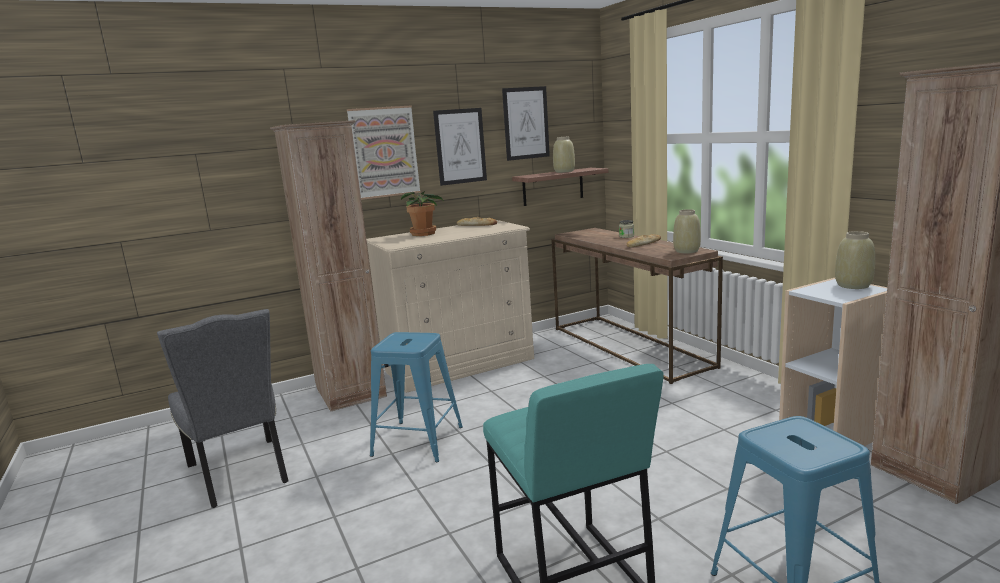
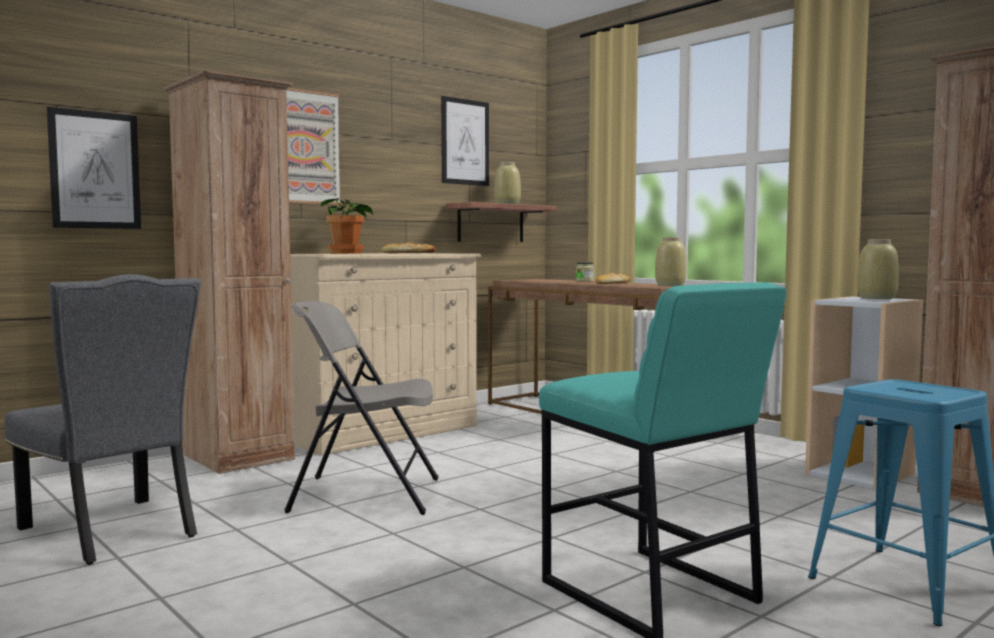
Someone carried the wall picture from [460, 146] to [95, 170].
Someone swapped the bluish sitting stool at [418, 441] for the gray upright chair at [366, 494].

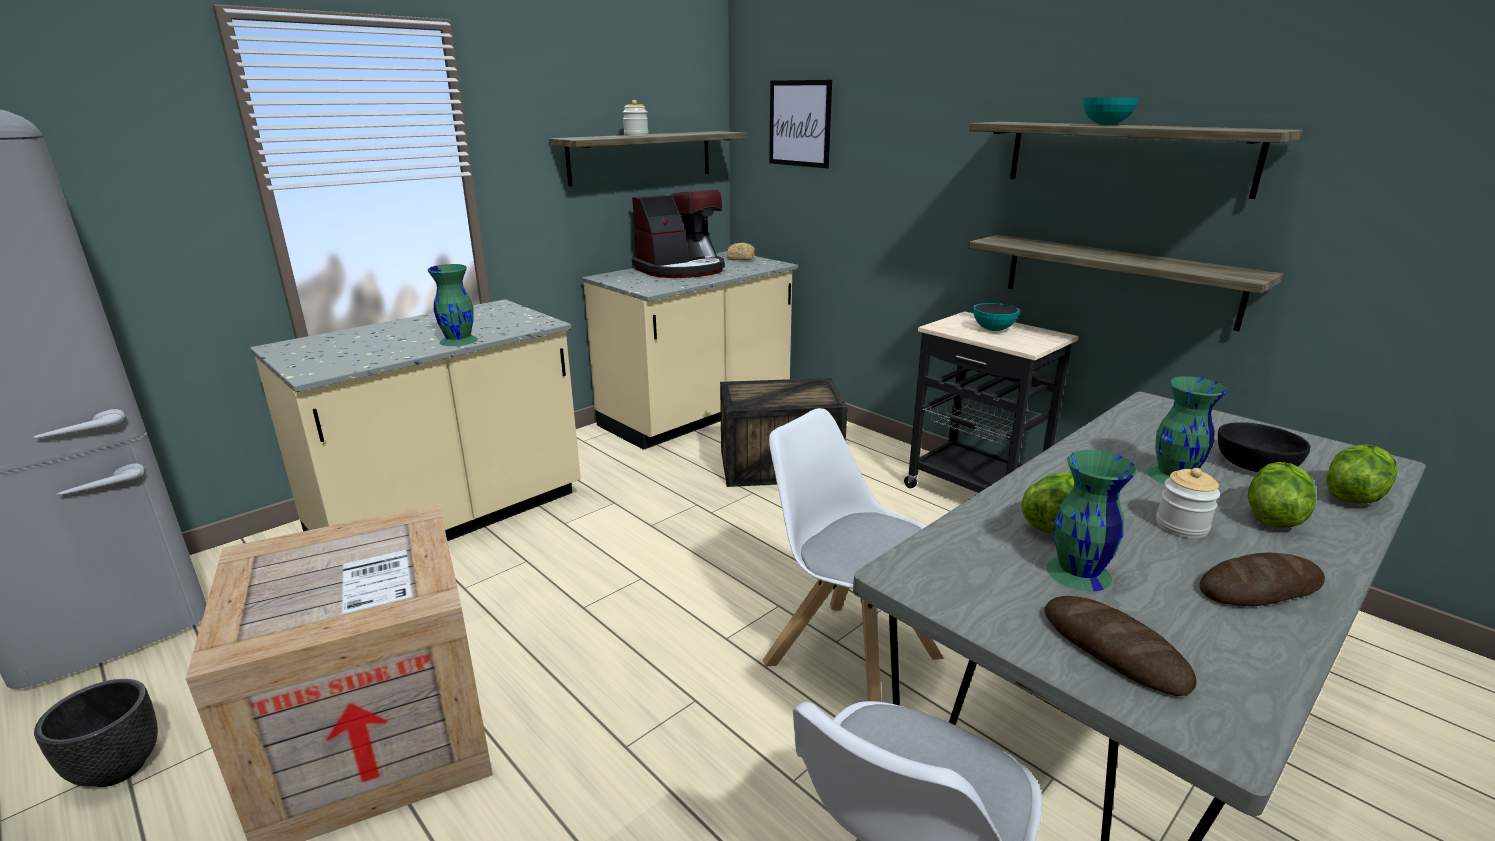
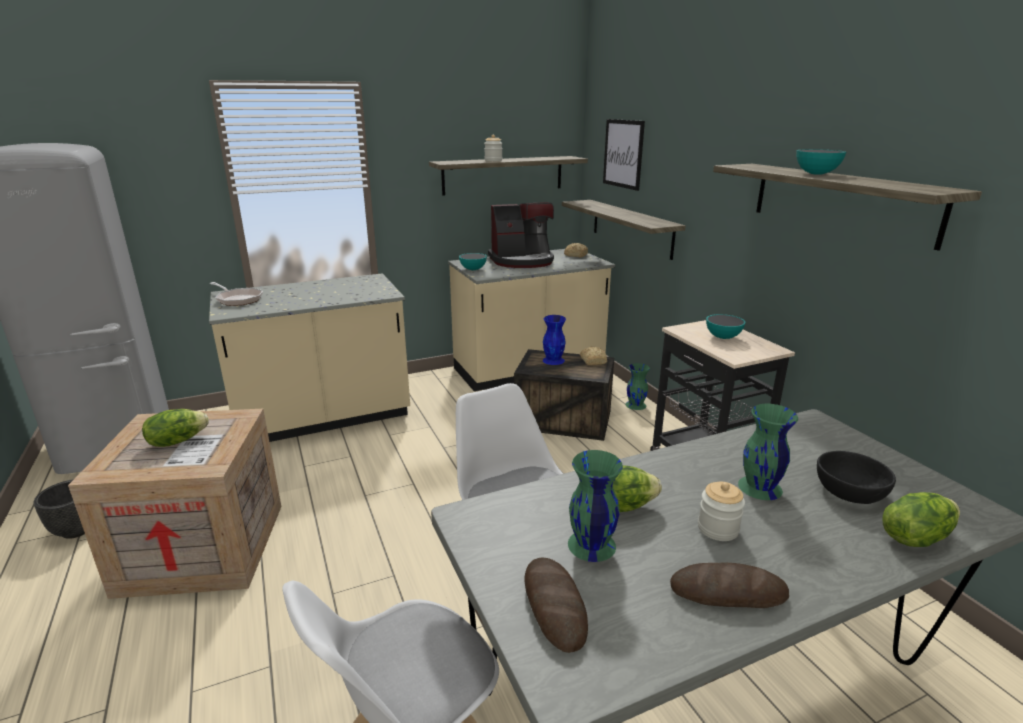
Someone carried the lettuce from [1271, 516] to [177, 441].
Someone put down the frying pan at [238, 299].
Someone put down the bowl at [473, 269].
Someone put down the bluish flower vase at [554, 360].
Someone carried the wall shelf from [1118, 279] to [631, 228].
Someone put down the bread at [593, 361].
Someone carried the green-coloured flower vase from [459, 340] to [636, 405].

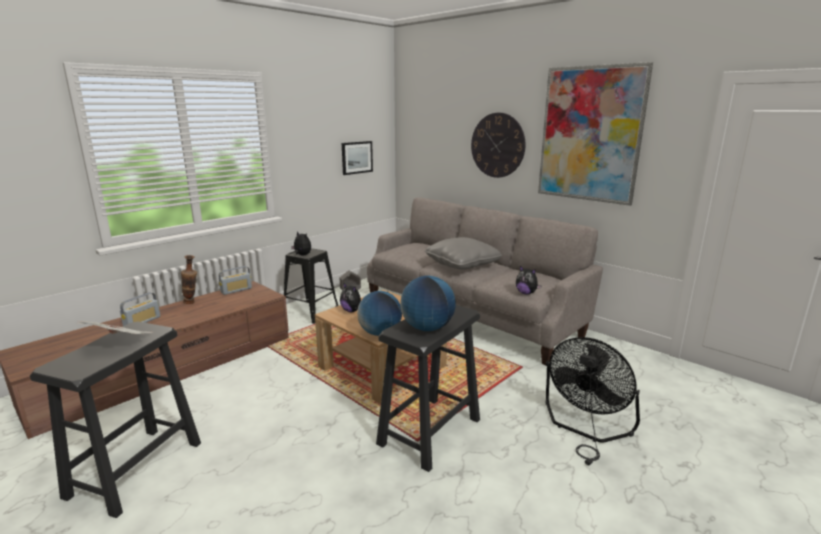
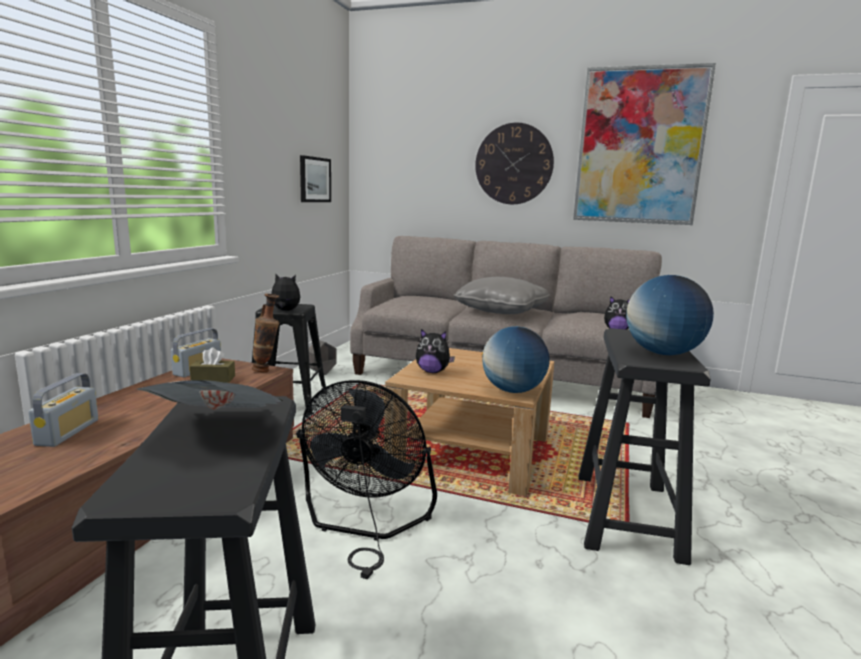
Someone put down the brownish box of tissues at [213, 379].
Someone carried the flower vase from [192, 303] to [266, 371].
Someone carried the black-coloured electric fan from [584, 428] to [362, 524].

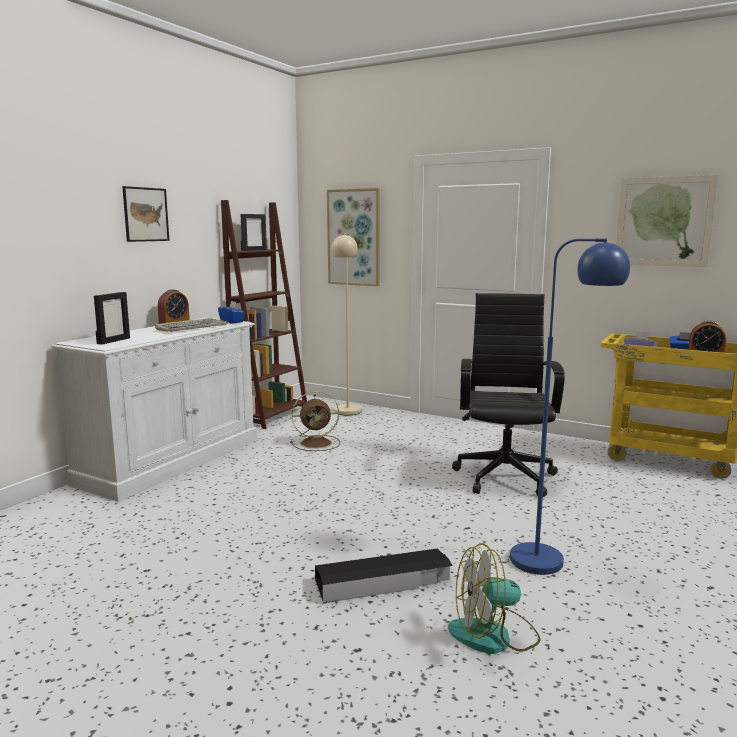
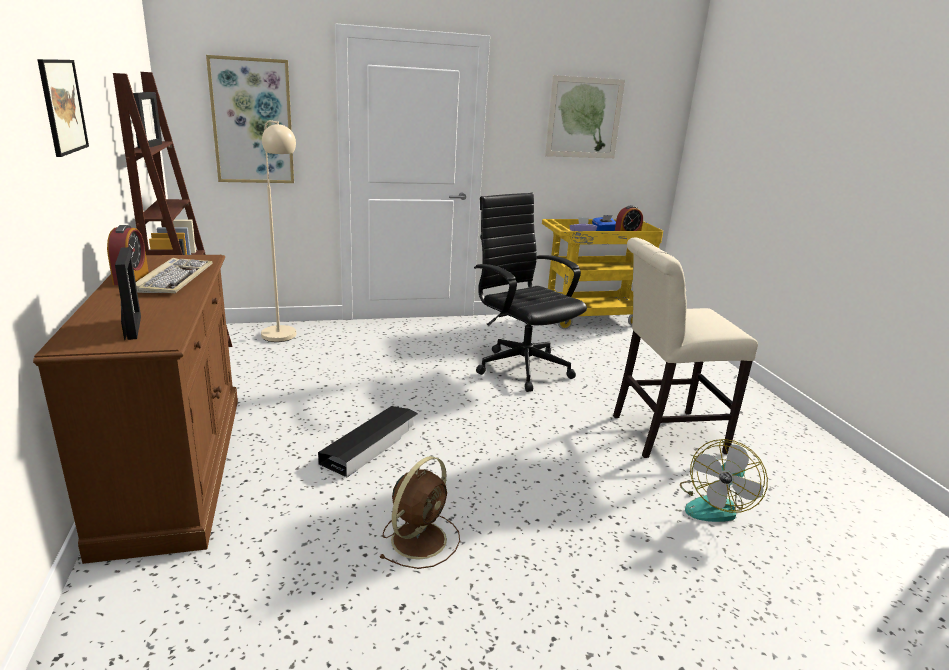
Someone repainted the white-coloured cabinet at [173, 460], which became the brownish cabinet at [177, 465].
Someone carried the black-coloured storage container from [383, 582] to [371, 445].
Someone carried the brownish electric fan from [317, 443] to [420, 538].
Someone swapped the bluish standing lamp at [552, 566] for the beige-coloured sitting stool at [661, 434].
Someone took away the bluish box of tissues at [232, 322].

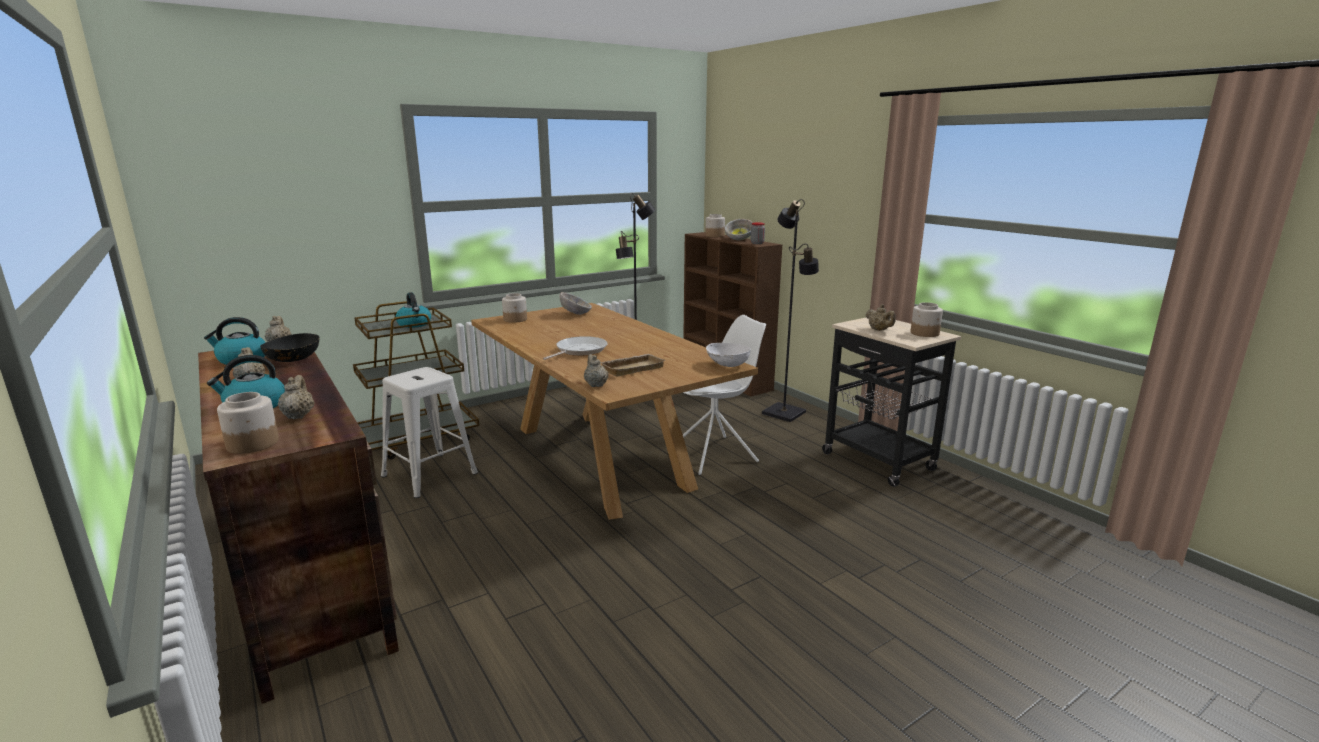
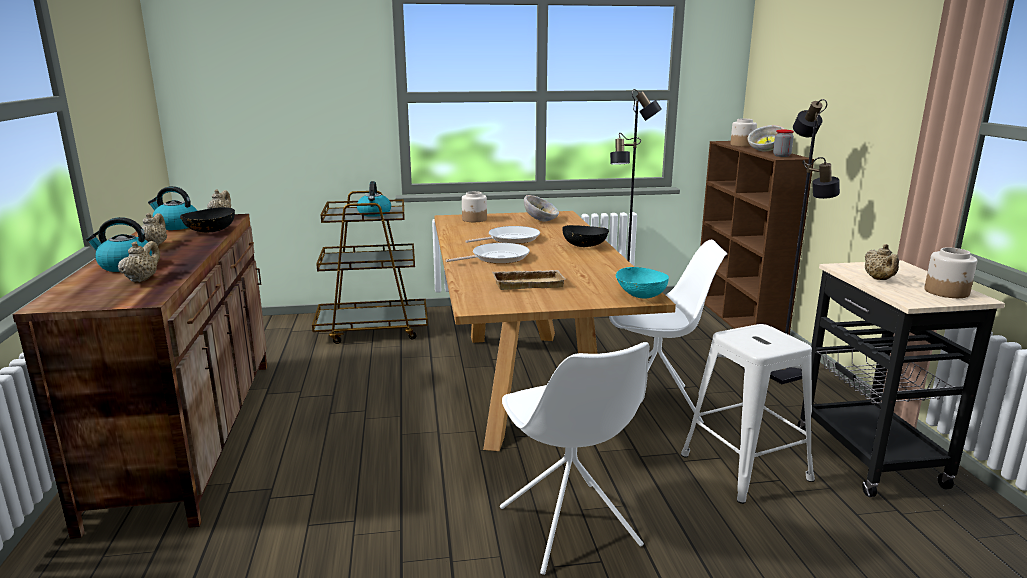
Someone put down the frying pan at [510, 239].
Someone put down the white-coloured upright chair at [569, 528].
Someone put down the black-coloured bowl at [584, 246].
Someone repainted the white-coloured bowl at [726, 365], which became the turquoise bowl at [640, 296].
Someone carried the white-coloured sitting stool from [430, 475] to [745, 467].
Someone took away the preserve jar at [252, 444].
Someone took away the beige-coloured teapot at [595, 384].

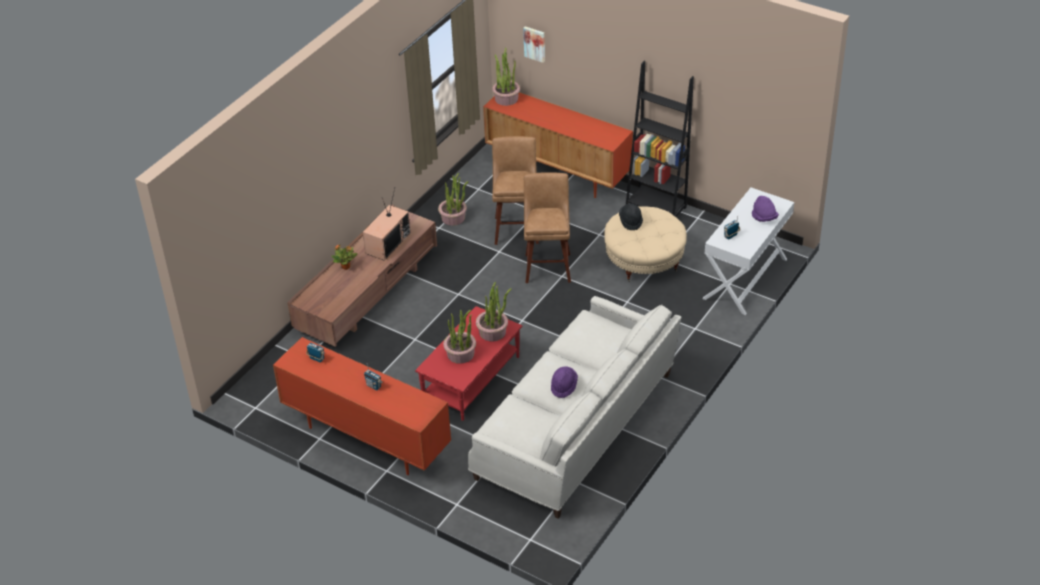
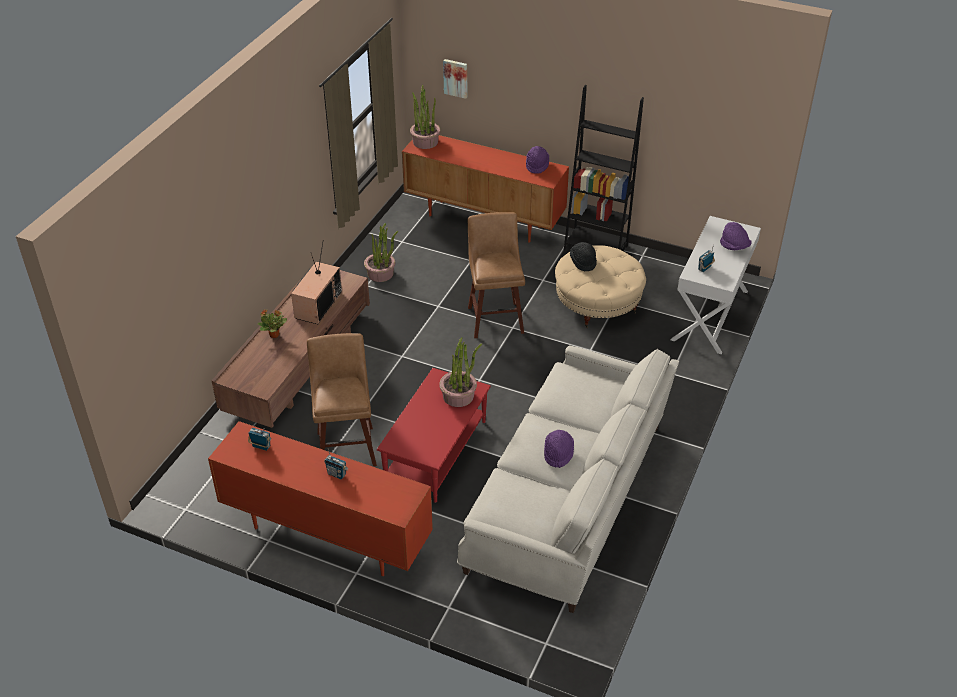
Someone carried the brownish sitting stool from [517, 228] to [346, 446].
Someone put down the purplish hat at [537, 165].
Someone took away the plant in a pot at [460, 354].

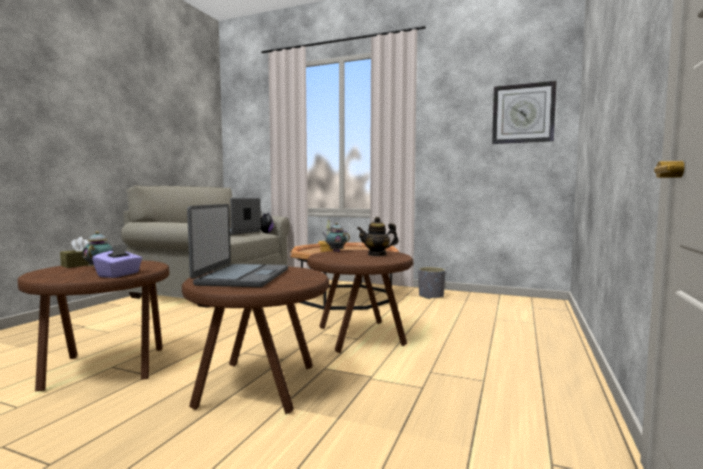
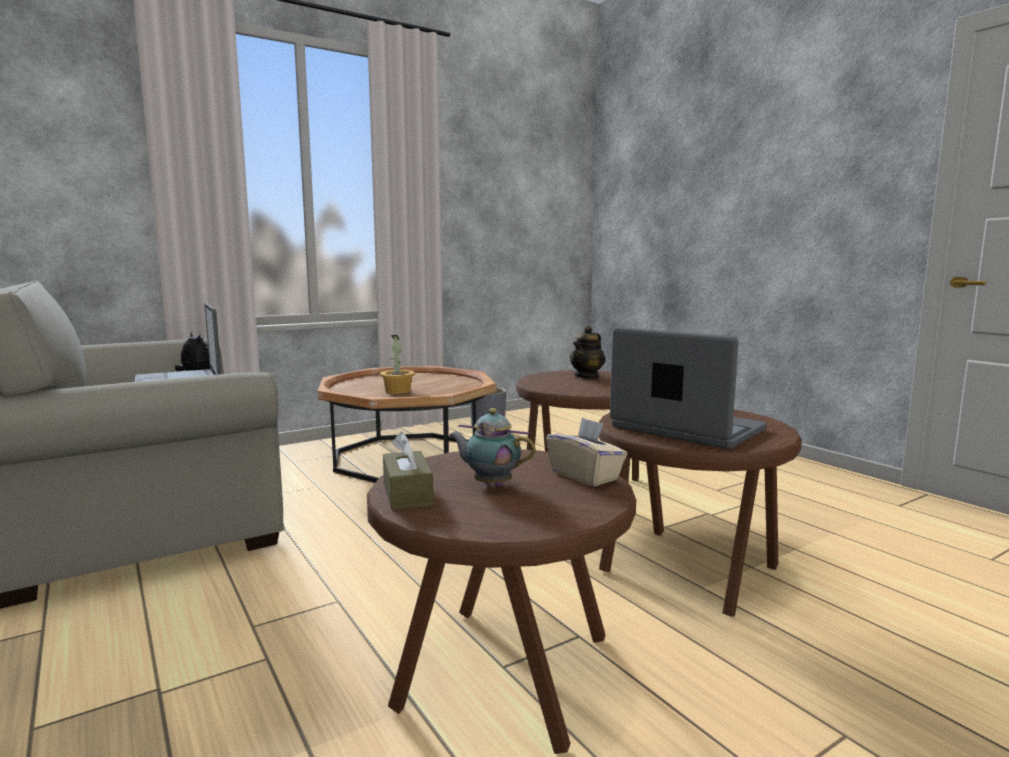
Someone repainted the purplish box of tissues at [119, 275], which became the beige-coloured box of tissues at [585, 476].
Someone took away the teapot at [335, 251].
Someone took away the hanging clock at [523, 113].

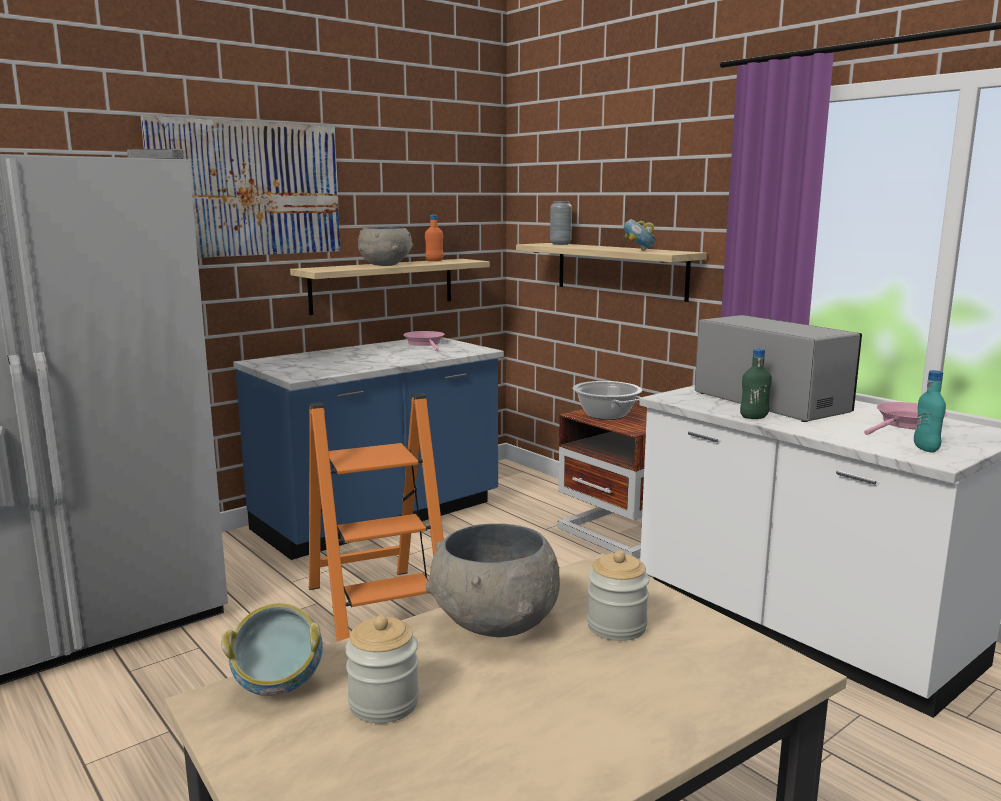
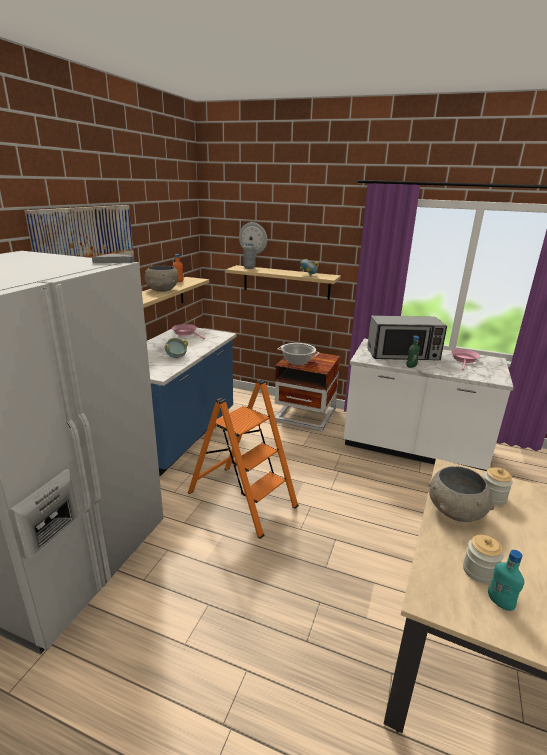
Someone carried the bowl from [277, 687] to [176, 357].
Someone put up the hanging clock at [253, 238].
Someone rotated the kitchen microwave at [770, 402] by 150 degrees clockwise.
Someone carried the turquoise drink bottle from [926, 449] to [500, 602].

